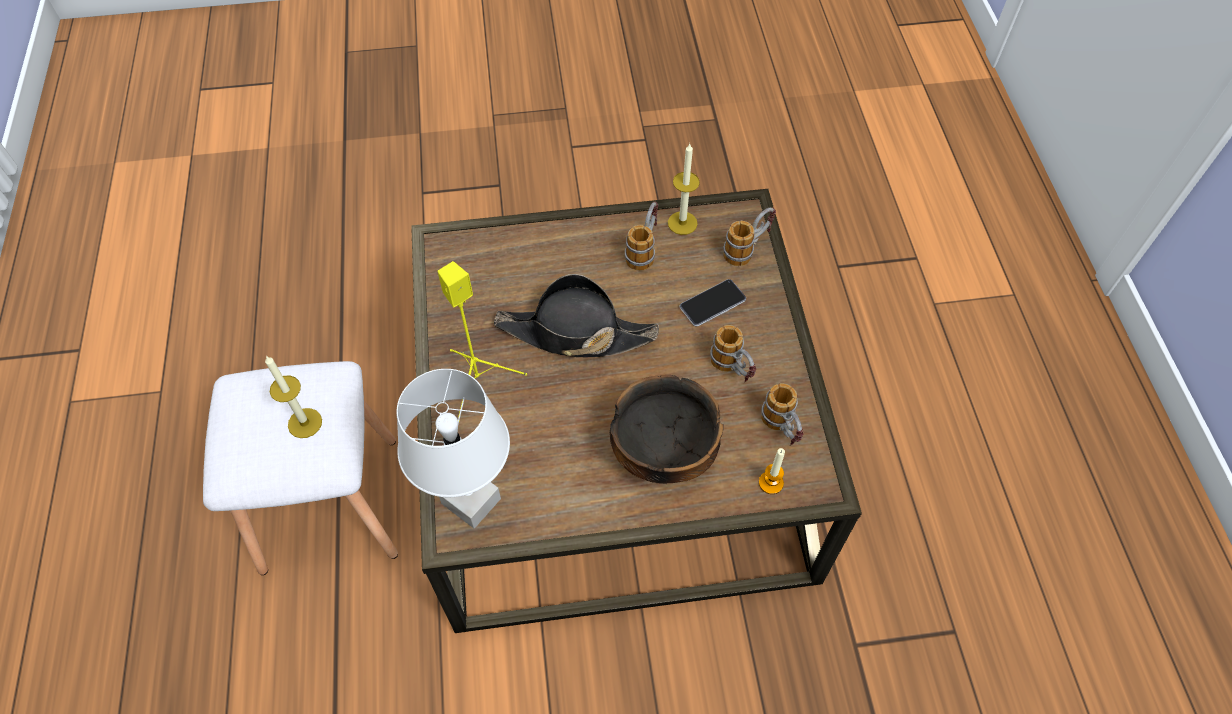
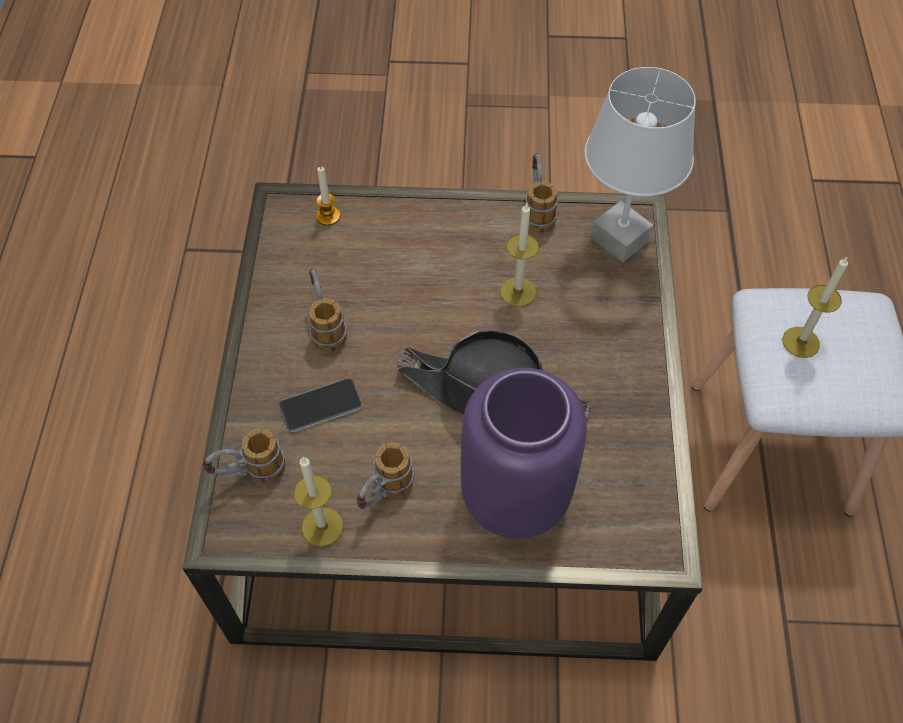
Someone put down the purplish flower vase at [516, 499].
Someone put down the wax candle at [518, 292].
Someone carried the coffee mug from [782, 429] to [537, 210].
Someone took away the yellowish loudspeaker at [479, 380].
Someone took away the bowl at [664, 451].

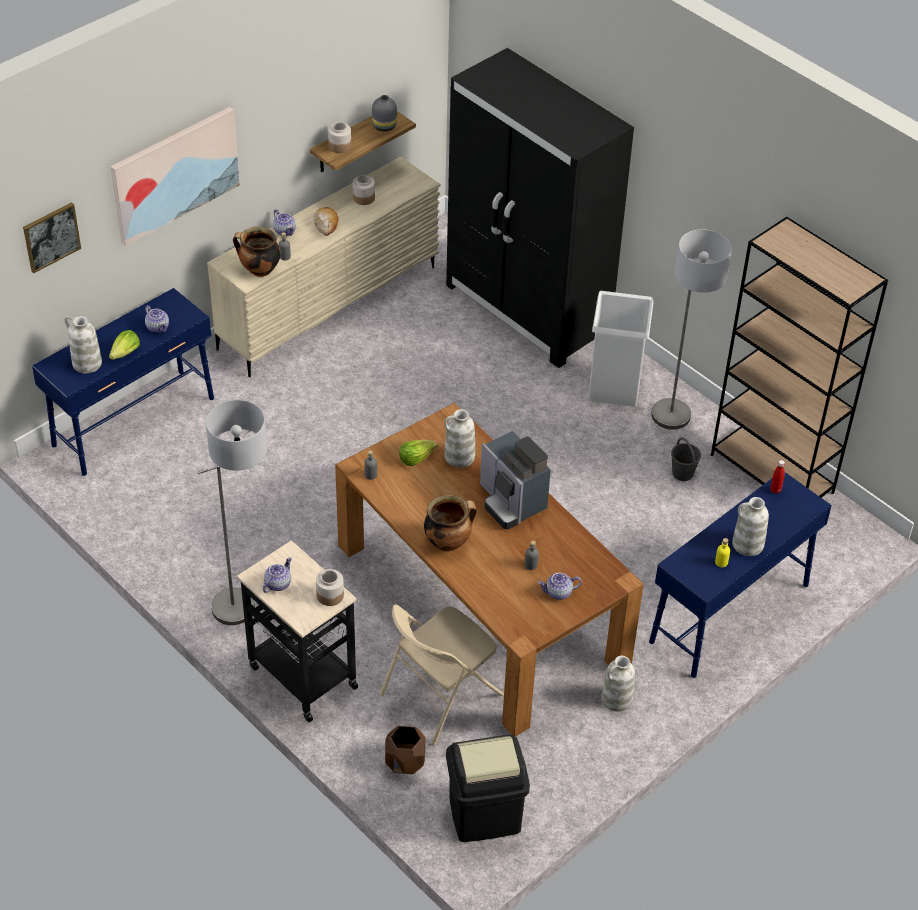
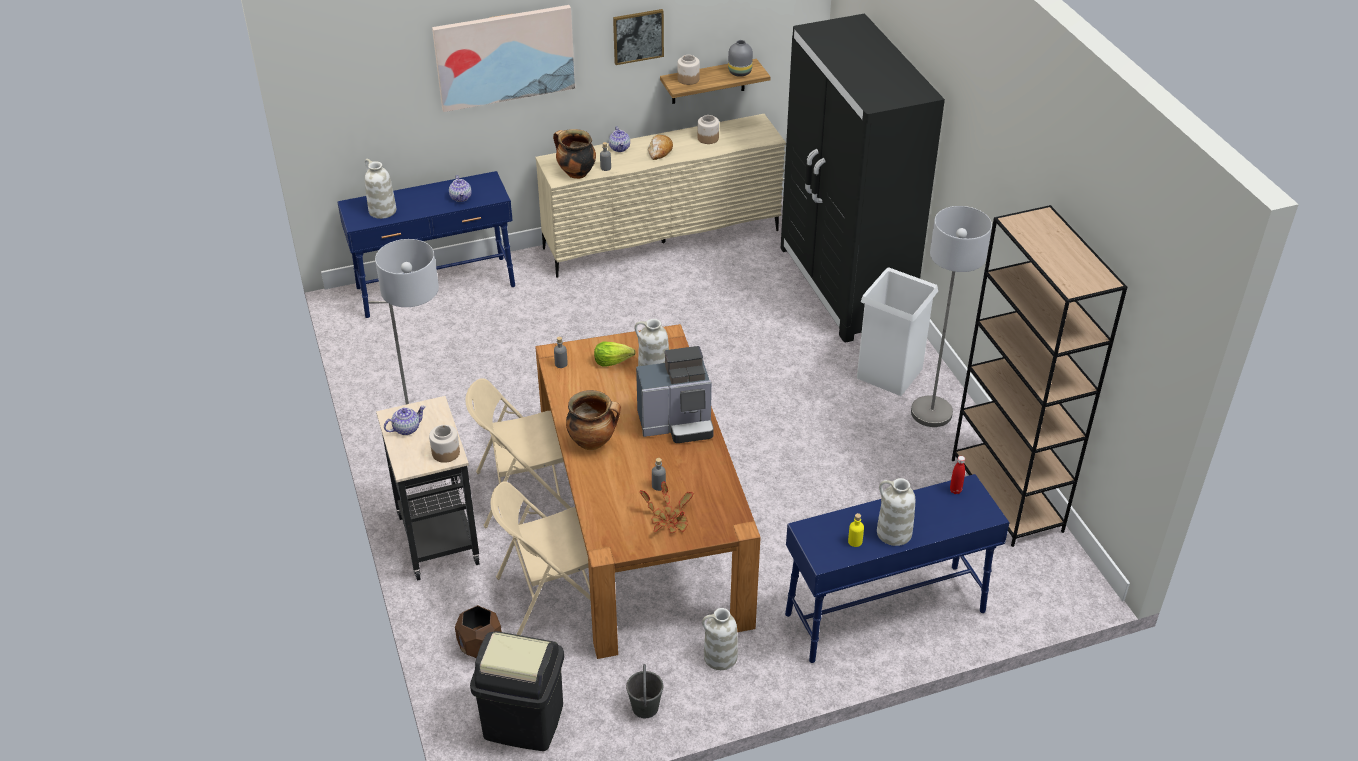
Someone put down the beige-coloured upright chair at [525, 492].
Someone carried the wall picture from [51, 236] to [638, 36].
Someone carried the gray pail from [683, 473] to [645, 708].
Someone rotated the coffee maker at [511, 501] by 90 degrees counterclockwise.
Someone swapped the teapot at [558, 593] for the plant in a pot at [669, 519].
Someone took away the lettuce at [125, 353].

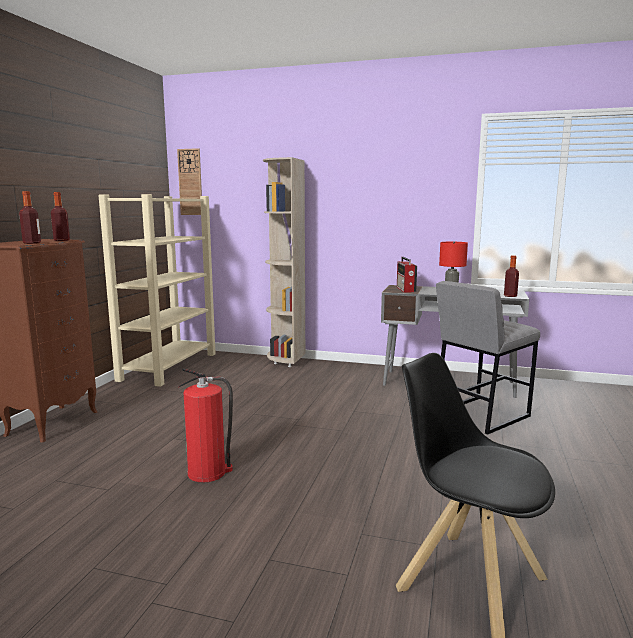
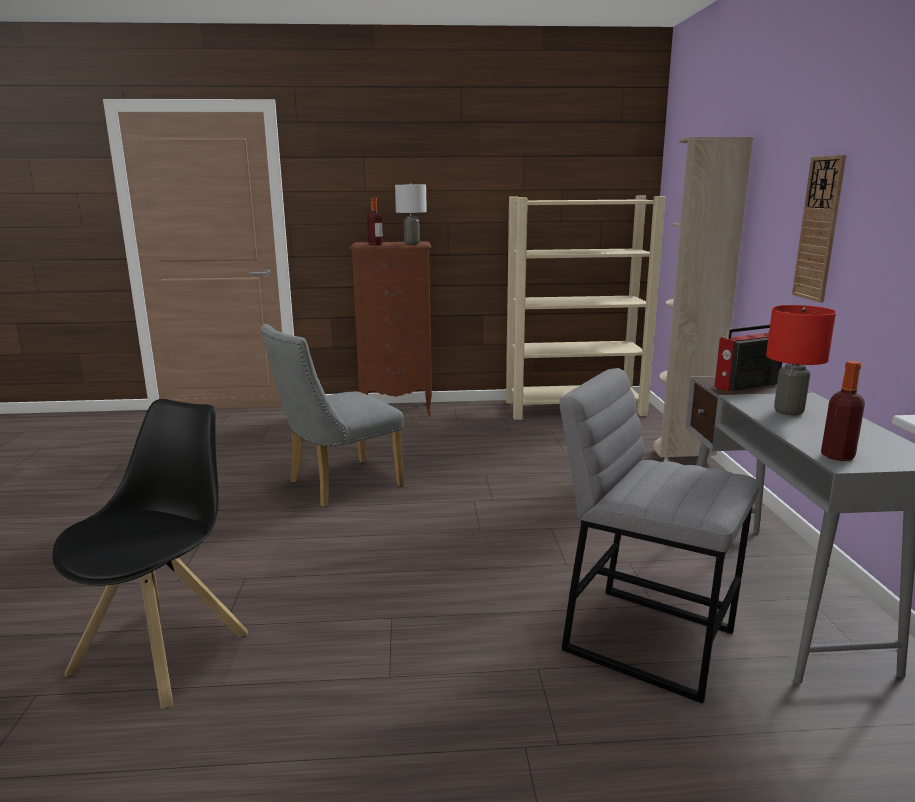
Someone swapped the fire extinguisher at [208, 472] for the gray upright chair at [337, 485].
Someone swapped the drink bottle at [62, 240] for the white-coloured table lamp at [411, 244].
Someone carried the hanging clock from [190, 182] to [819, 229].

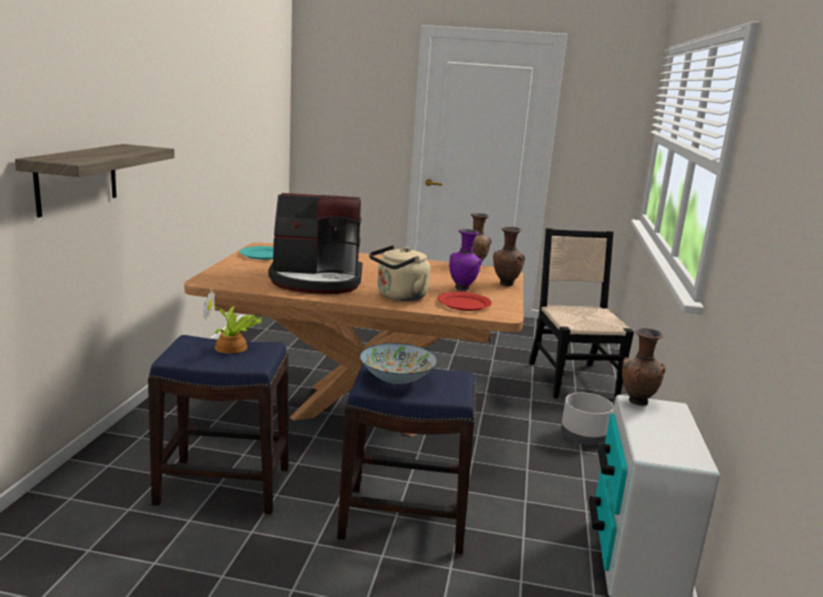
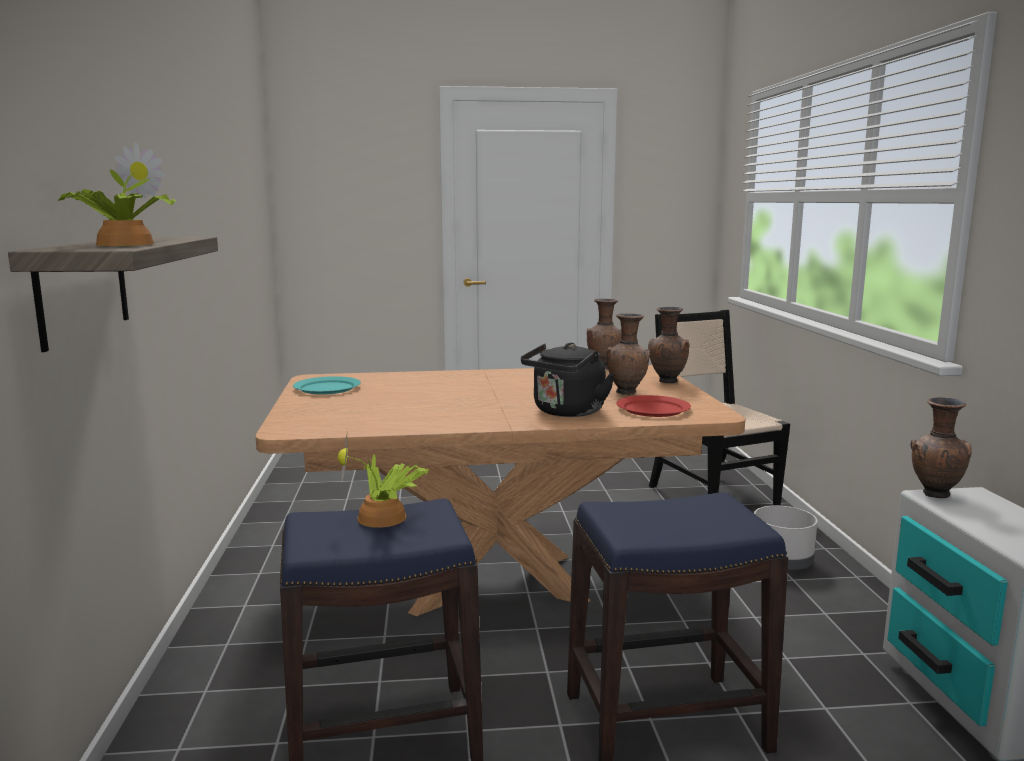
Someone put down the plant in a pot at [121, 244].
Someone repainted the beige-coloured kettle at [399, 297], which became the black-coloured kettle at [566, 412].
Someone repainted the purplish flower vase at [463, 288], which became the brownish flower vase at [627, 393].
Someone took away the coffee maker at [317, 280].
Someone took away the bowl at [397, 379].

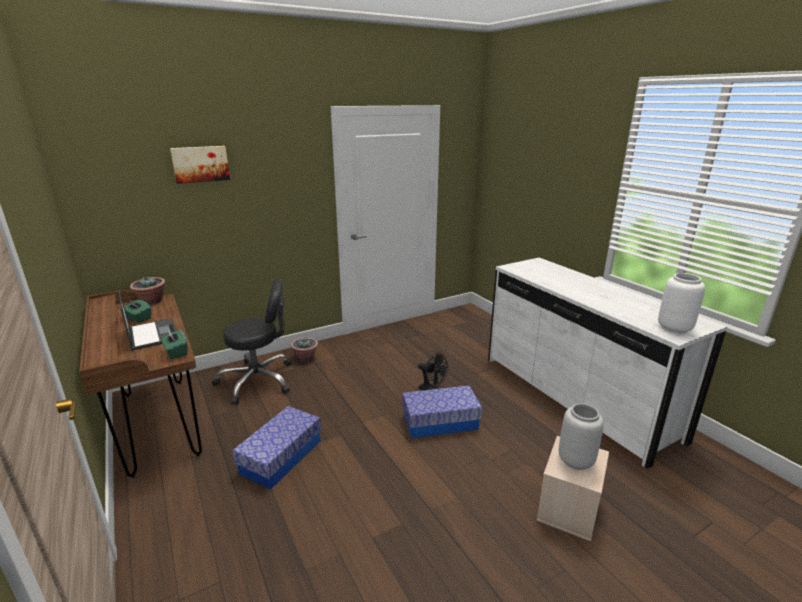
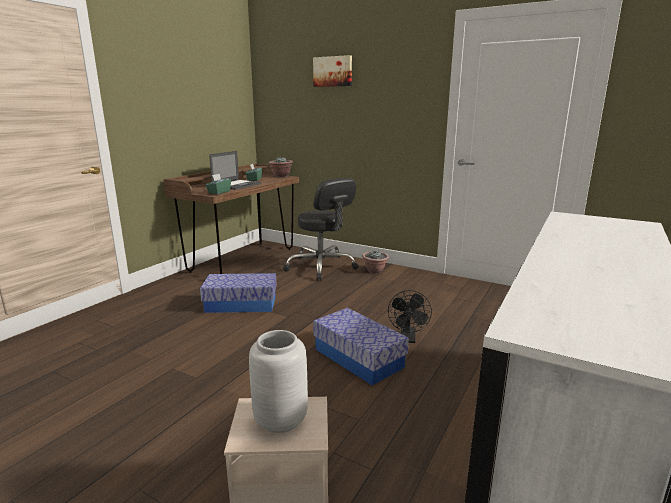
Someone took away the white-coloured flower vase at [674, 328].

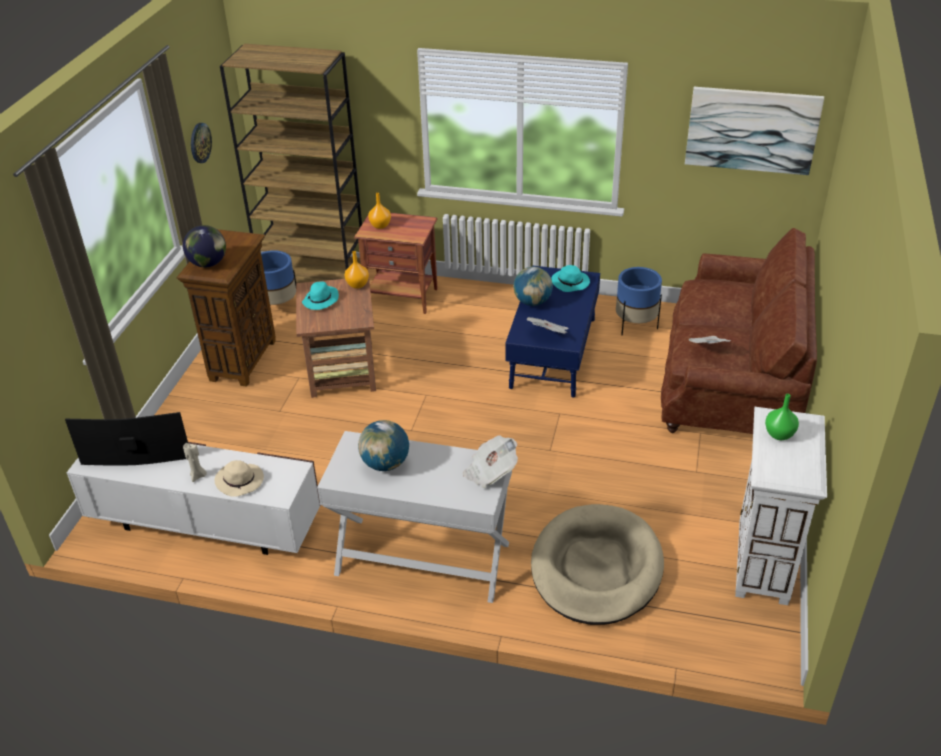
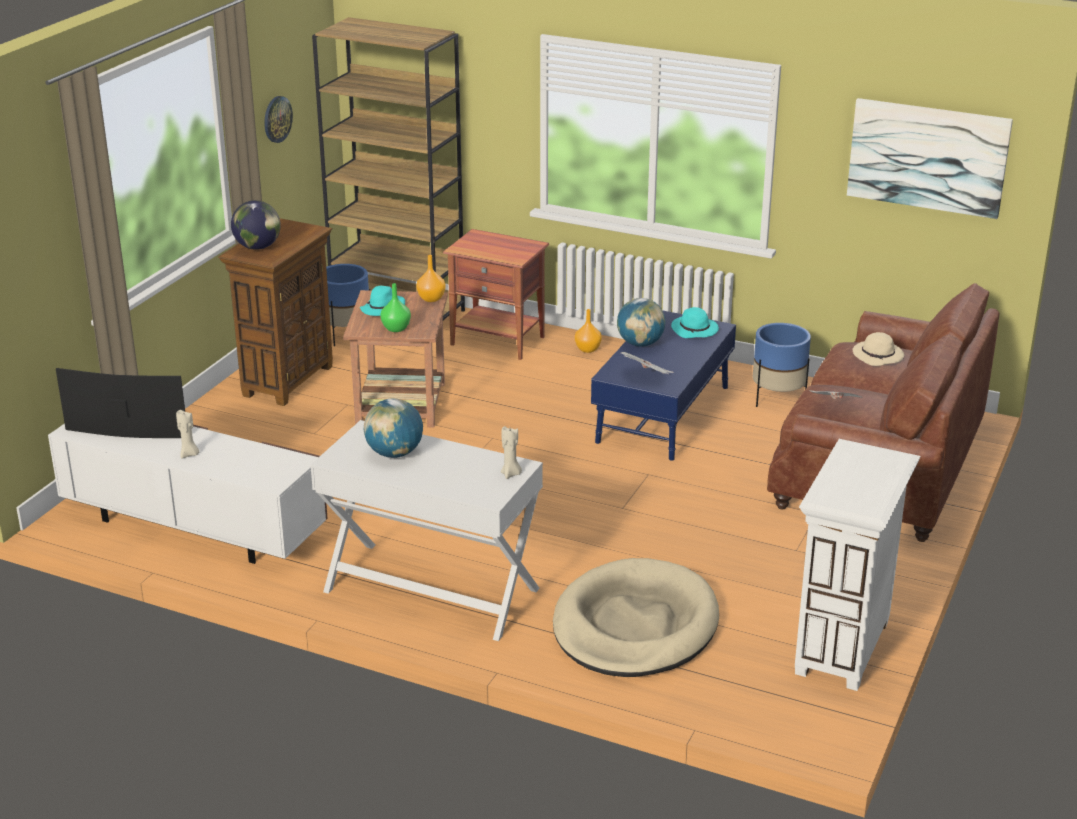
Someone carried the green-coloured flower vase from [780, 434] to [396, 328].
Someone swapped the daily paper at [490, 472] for the beige-coloured wax candle at [511, 474].
Someone carried the orangey flower vase from [380, 225] to [588, 349].
Someone carried the beige-coloured hat from [240, 481] to [878, 356].

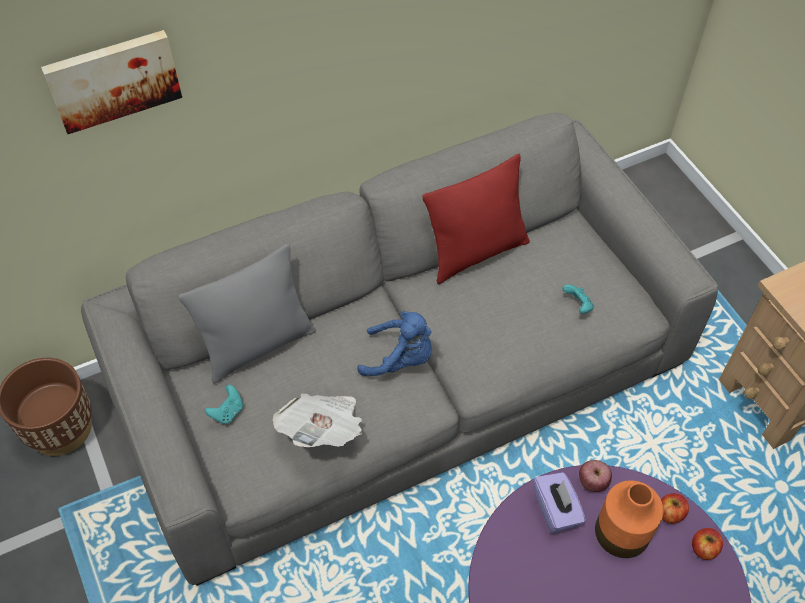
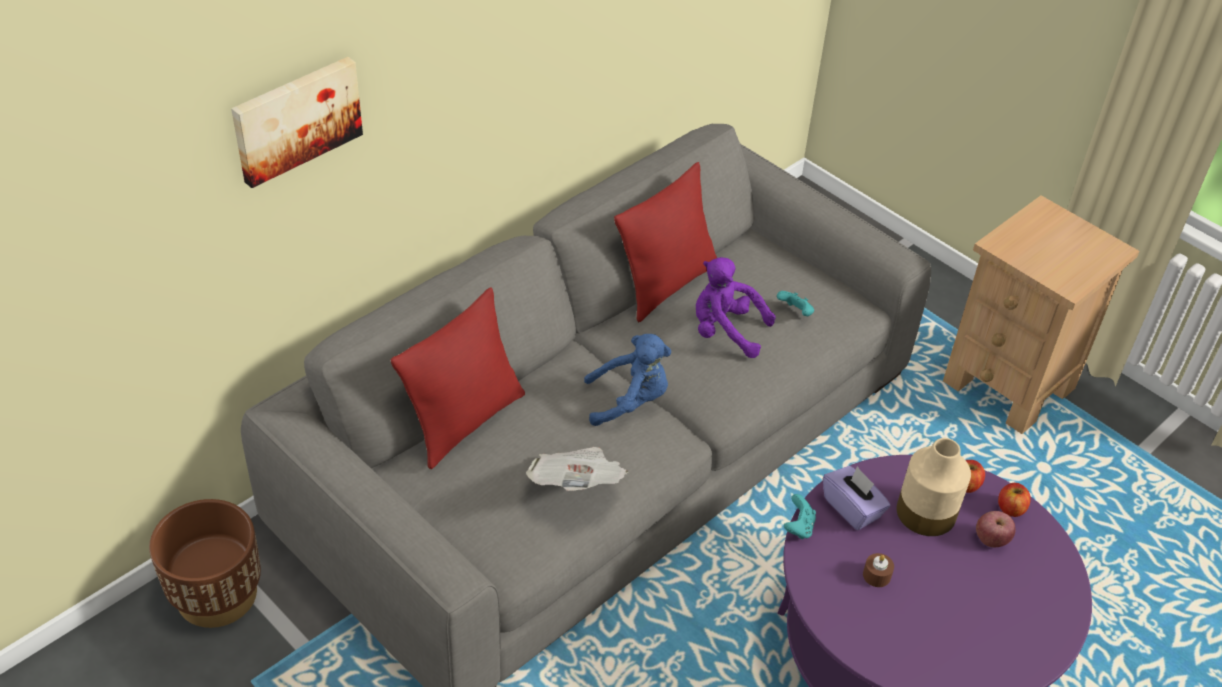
Someone repainted the gray pillow at [258, 345], which became the reddish pillow at [465, 421].
Someone put down the purplish soft toy at [725, 331].
Someone carried the turquoise joypad from [227, 412] to [798, 527].
Someone put down the brownish wax candle at [876, 575].
Someone repainted the orangey flower vase at [623, 531], which became the beige-coloured flower vase at [927, 512].
Someone carried the whole apple from [592, 482] to [991, 539].

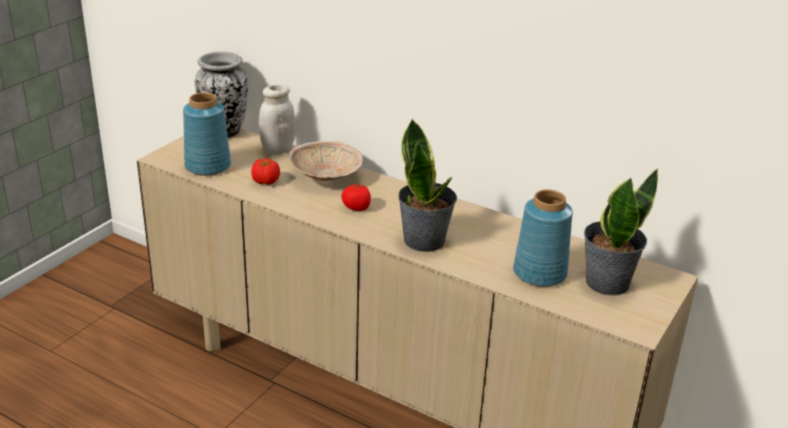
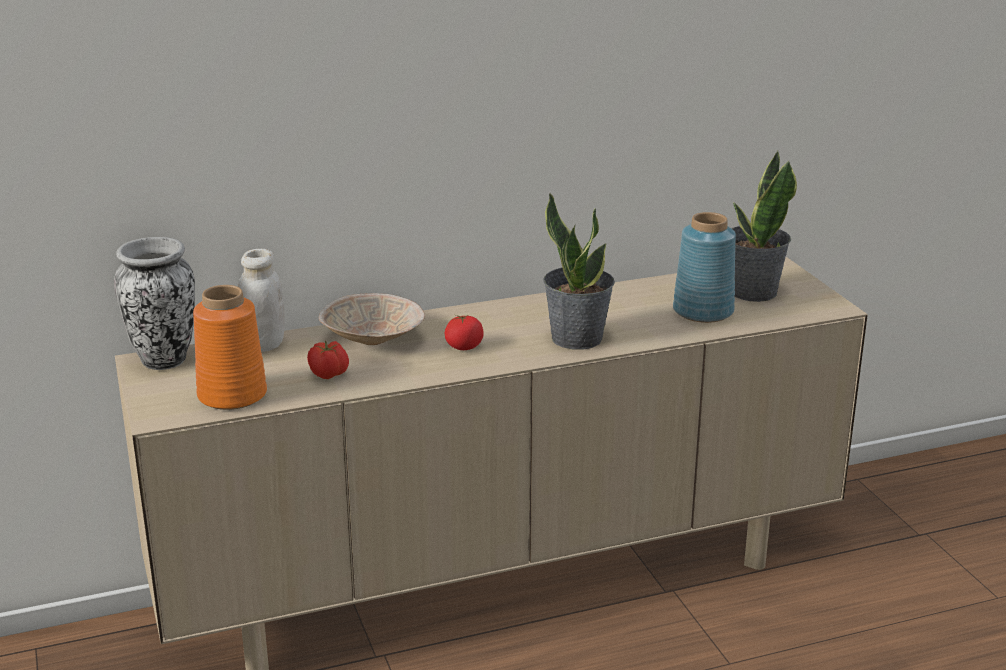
Someone repainted the bluish flower vase at [207, 166], which became the orangey flower vase at [231, 396].

